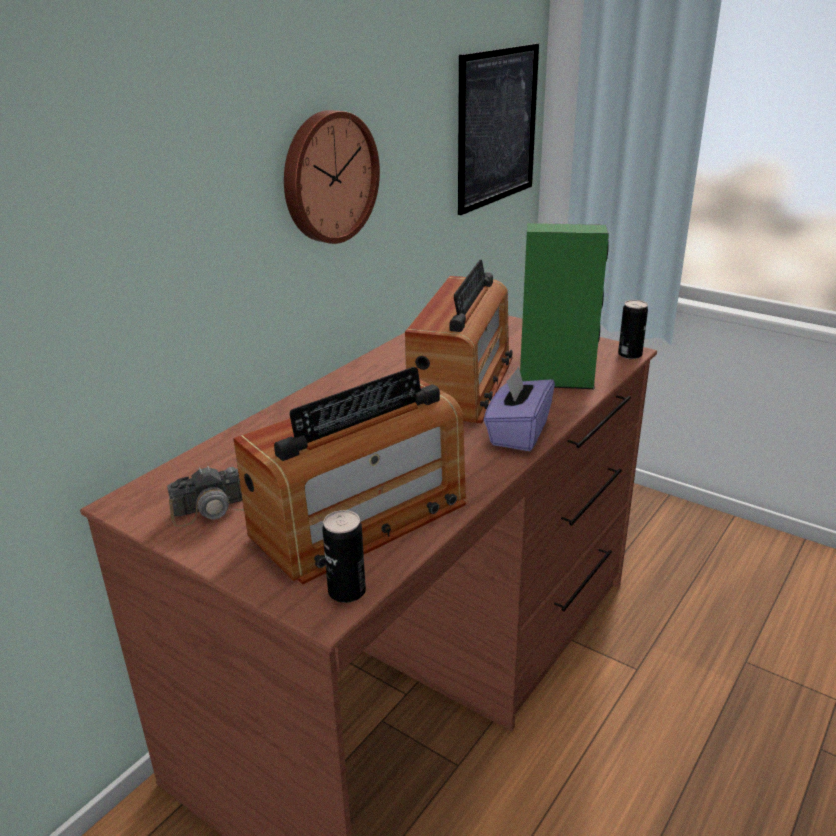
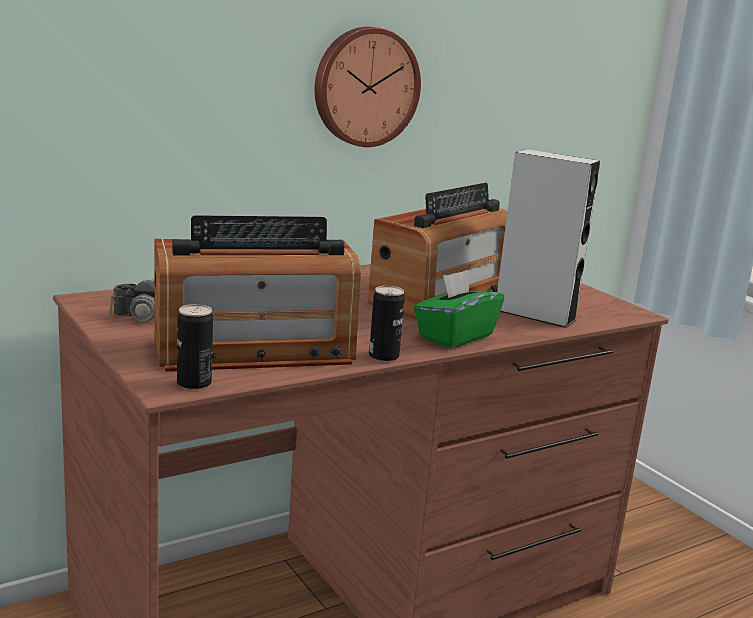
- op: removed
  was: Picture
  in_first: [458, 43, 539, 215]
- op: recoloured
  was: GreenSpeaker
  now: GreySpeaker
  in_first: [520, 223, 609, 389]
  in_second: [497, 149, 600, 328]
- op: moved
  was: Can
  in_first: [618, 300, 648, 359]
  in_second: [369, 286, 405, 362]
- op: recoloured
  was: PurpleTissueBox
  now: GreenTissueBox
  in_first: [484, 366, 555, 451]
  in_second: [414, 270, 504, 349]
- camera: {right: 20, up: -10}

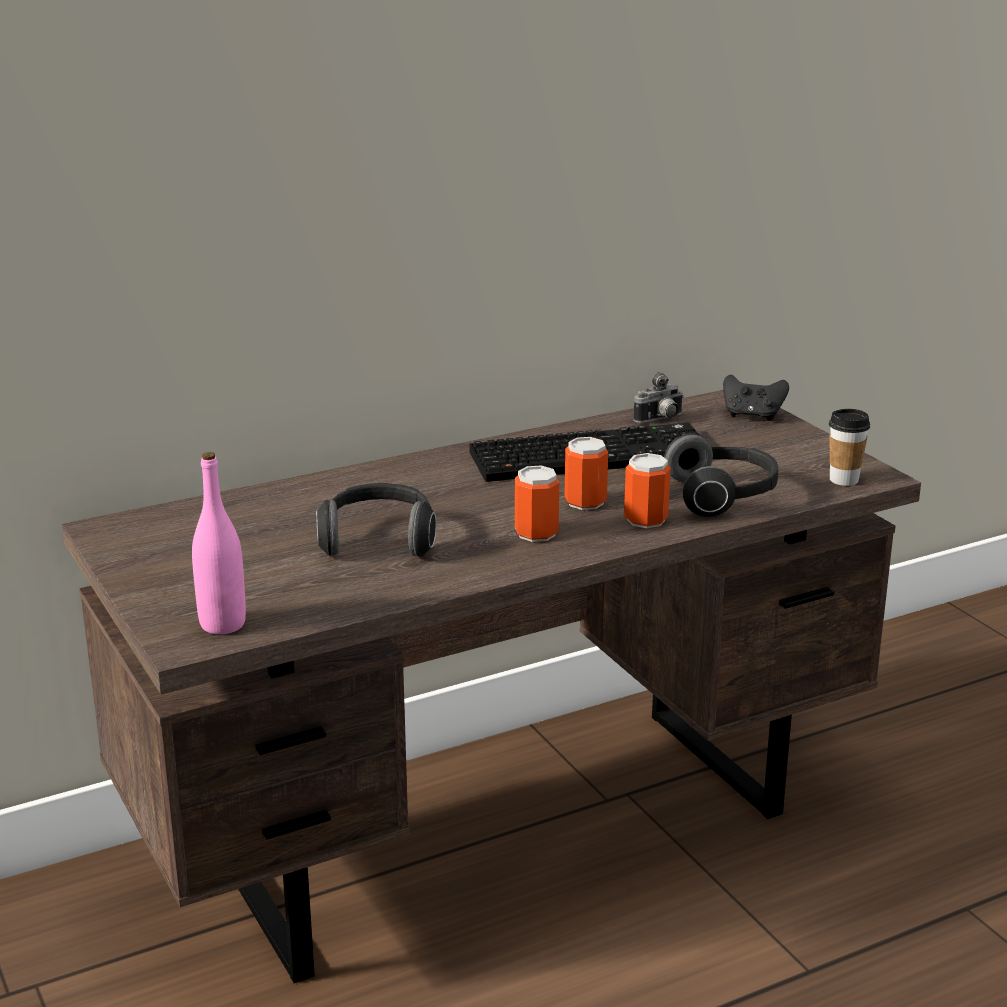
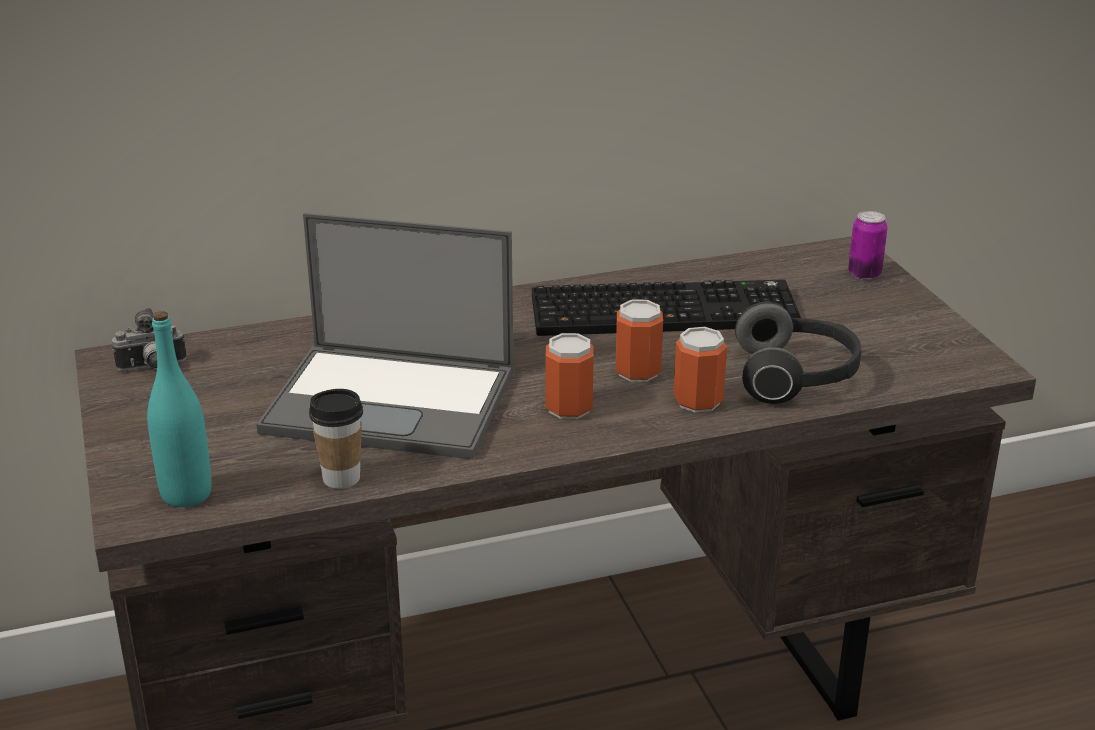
- op: moved
  was: PhotoCamera
  in_first: [633, 372, 684, 423]
  in_second: [112, 308, 187, 371]
- op: replaced
  was: BlackGameController
  now: Can
  in_first: [723, 374, 789, 421]
  in_second: [848, 211, 888, 280]
- op: moved
  was: Cup
  in_first: [829, 409, 870, 486]
  in_second: [309, 389, 363, 489]
- op: recoloured
  was: PinkBottle
  now: TurquoiseBottle
  in_first: [192, 452, 246, 634]
  in_second: [147, 311, 211, 507]
- op: replaced
  was: Headphones
  now: Laptop
  in_first: [316, 483, 437, 557]
  in_second: [256, 213, 514, 459]
- camera: {right: 10, up: 5}

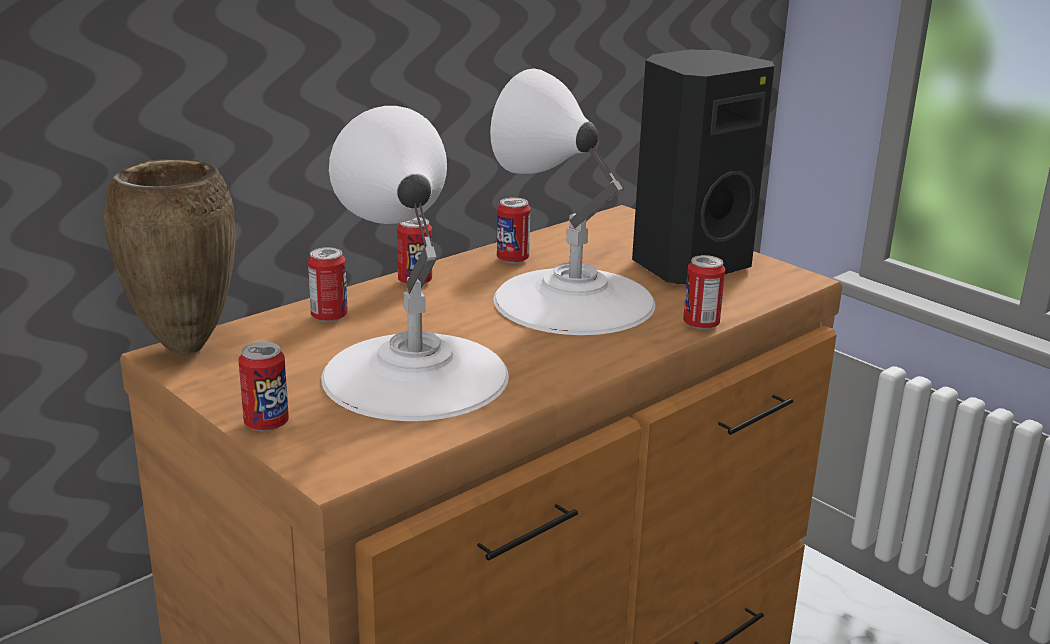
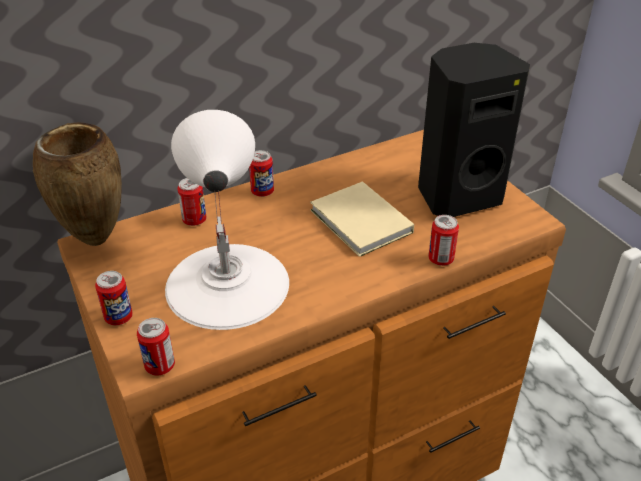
- op: replaced
  was: WhiteTableLamp
  now: BeigeBook
  in_first: [490, 69, 655, 335]
  in_second: [310, 182, 414, 257]
- op: moved
  was: Can
  in_first: [497, 197, 530, 264]
  in_second: [137, 318, 175, 376]
- camera: {right: 15, up: 15}

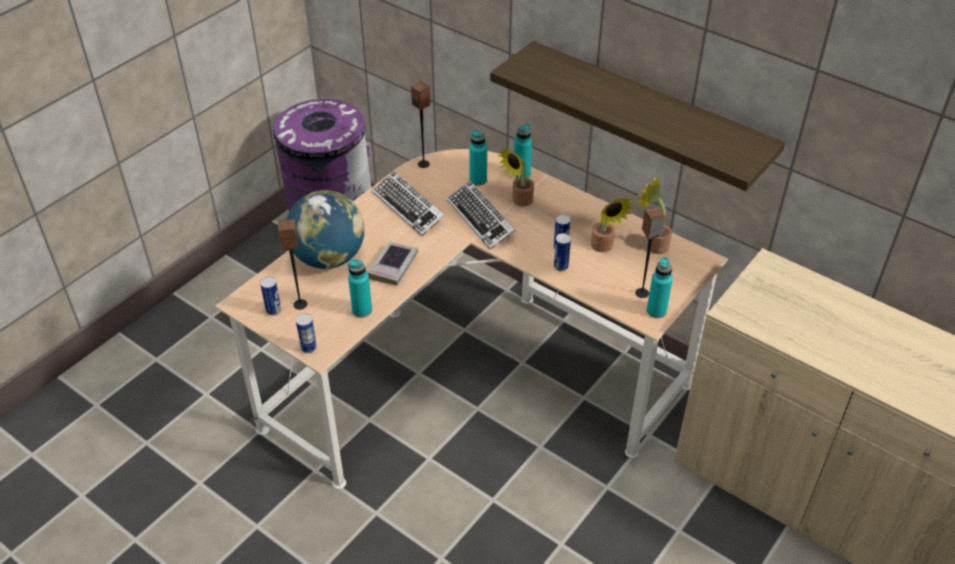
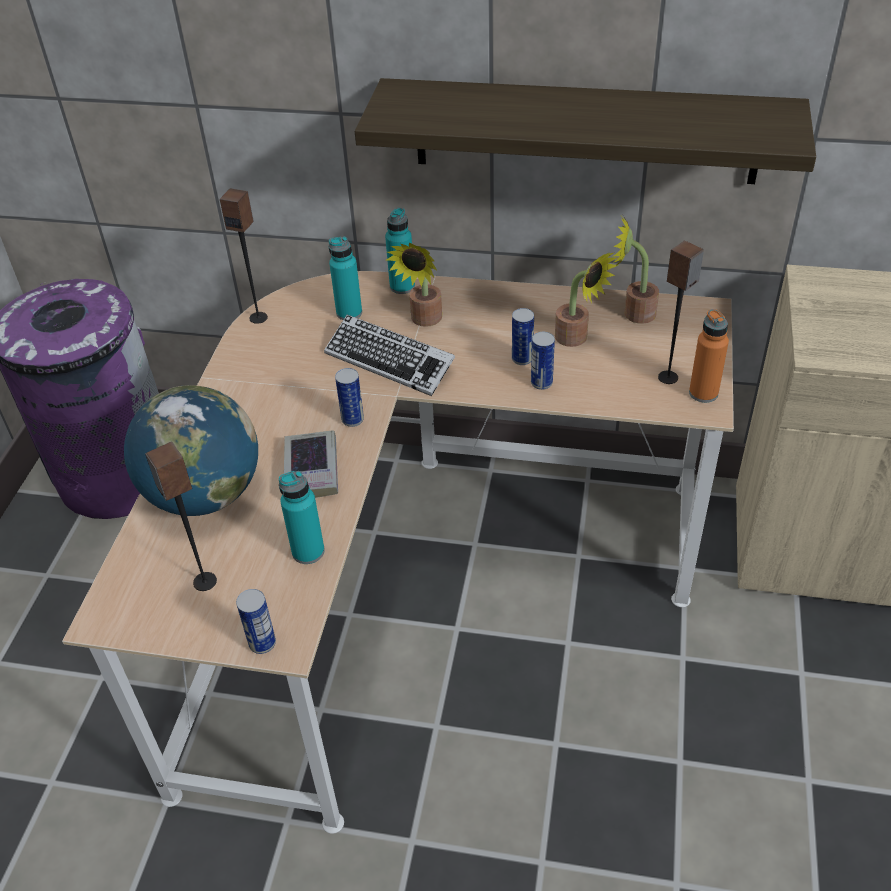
- op: removed
  was: Keyboard
  in_first: [372, 171, 445, 236]
- op: recoloured
  was: TurquoiseBottle
  now: OrangeBottle
  in_first: [647, 257, 673, 318]
  in_second: [689, 309, 729, 403]
- op: moved
  was: Can
  in_first: [260, 276, 281, 316]
  in_second: [335, 368, 364, 427]
- camera: {right: -25, up: 0}

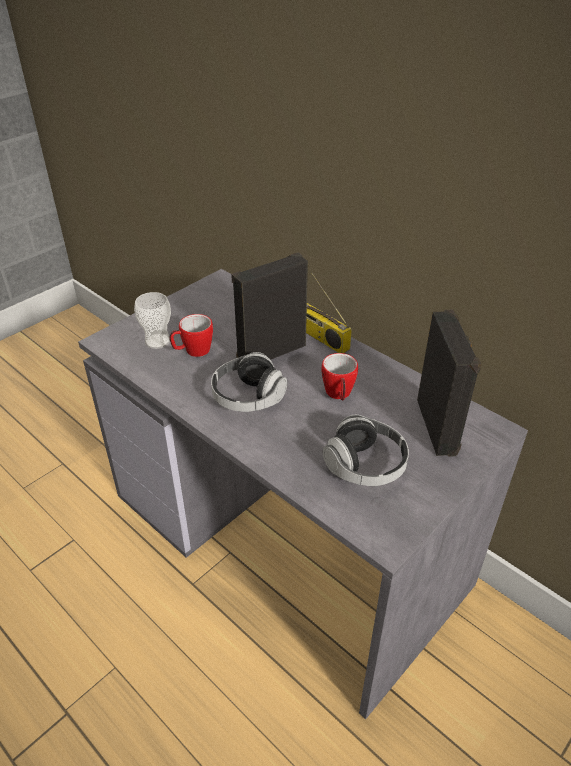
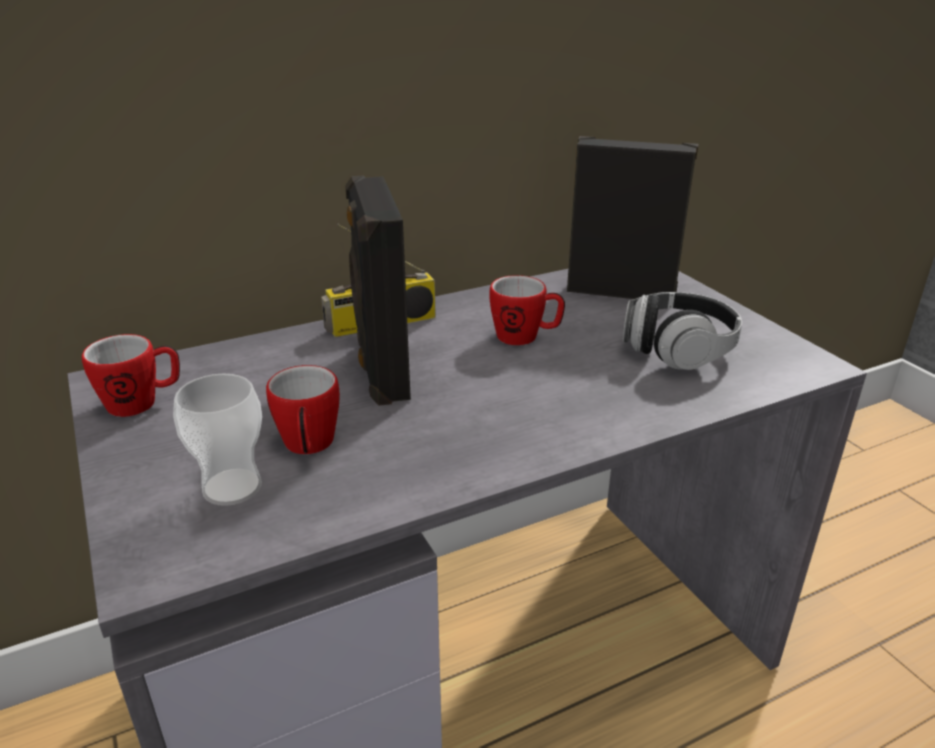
- op: removed
  was: Headphones
  in_first: [211, 352, 287, 412]
- op: added
  now: Mug
  in_second: [82, 334, 180, 417]
- camera: {right: -70, up: -10}

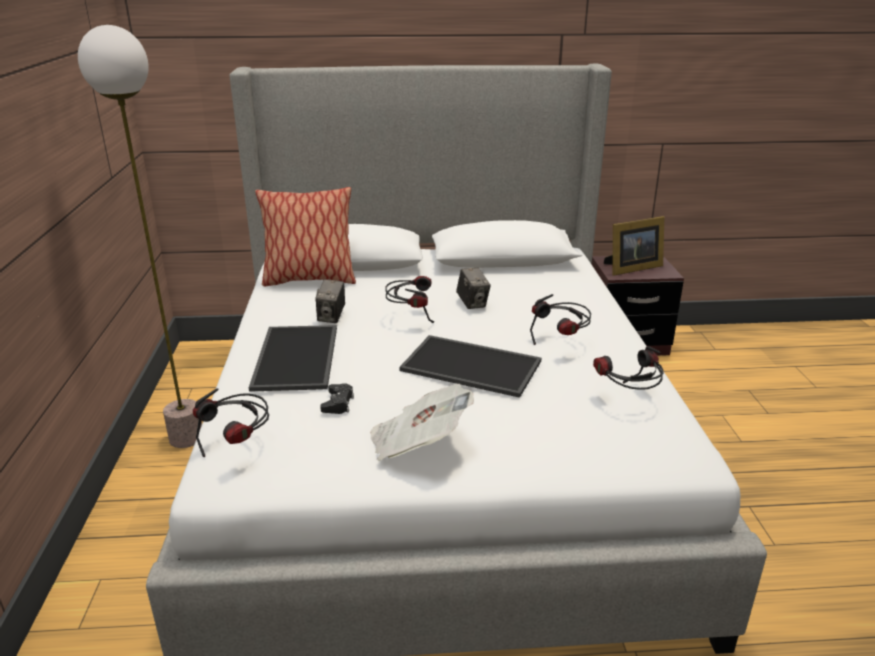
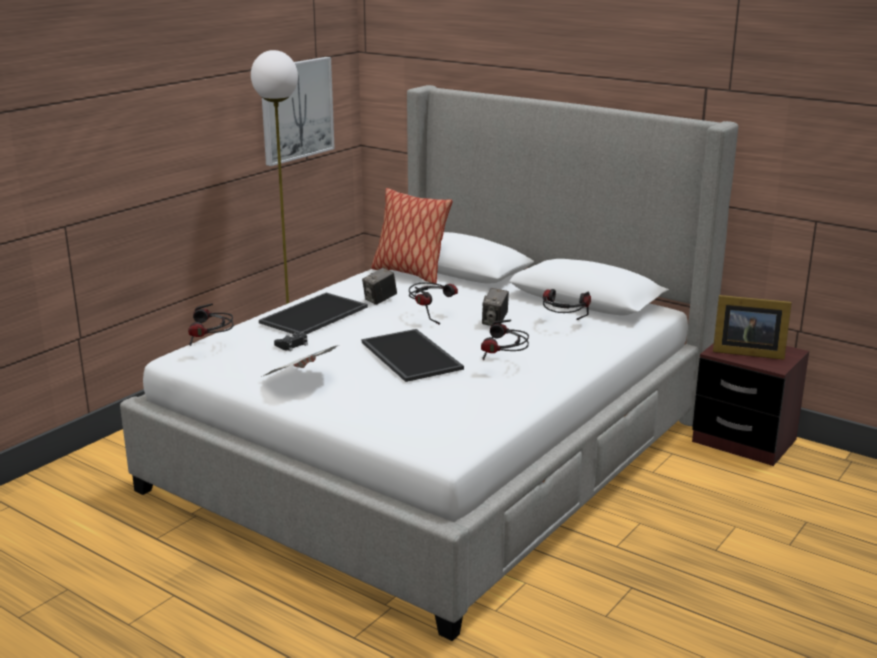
- op: moved
  was: Headphones
  in_first: [593, 346, 664, 390]
  in_second: [543, 289, 591, 320]
- op: added
  now: Picture
  in_second: [262, 57, 335, 166]
- camera: {right: 40, up: -5}

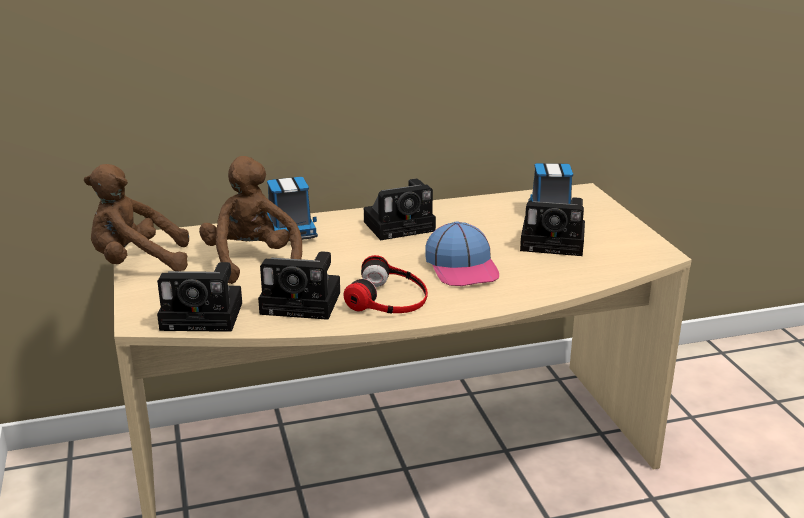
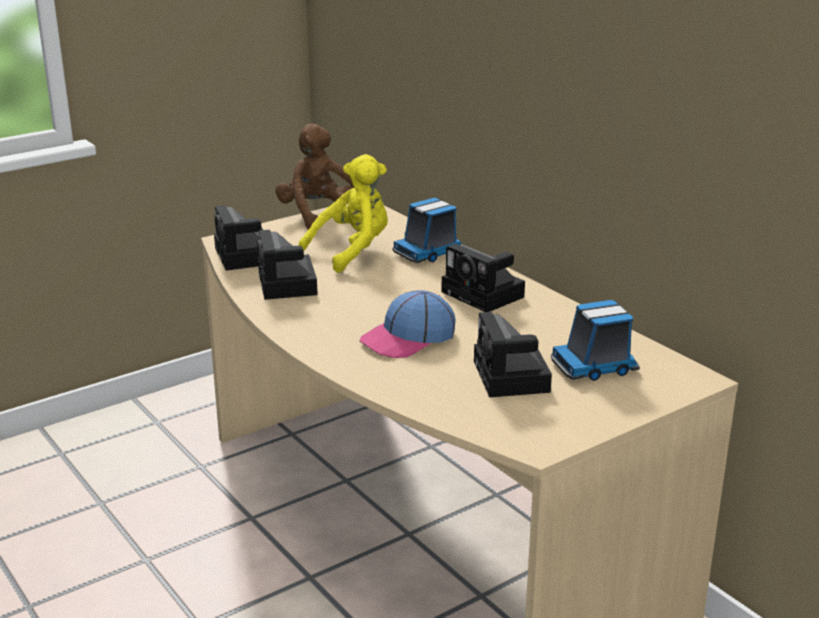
- op: recoloured
  was: BrownPlushToy
  now: YellowPlushToy
  in_first: [199, 156, 302, 284]
  in_second: [298, 154, 388, 273]
- op: removed
  was: Headphones
  in_first: [344, 255, 428, 314]
- camera: {right: 70, up: 0}

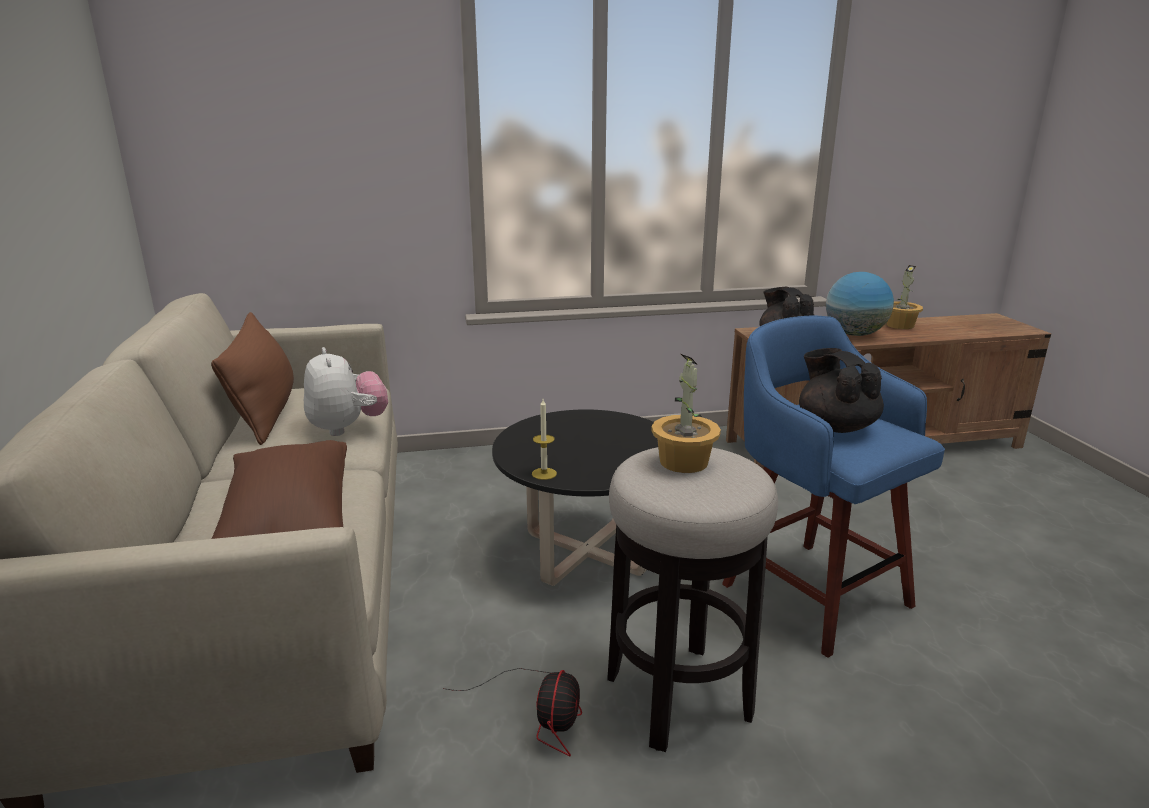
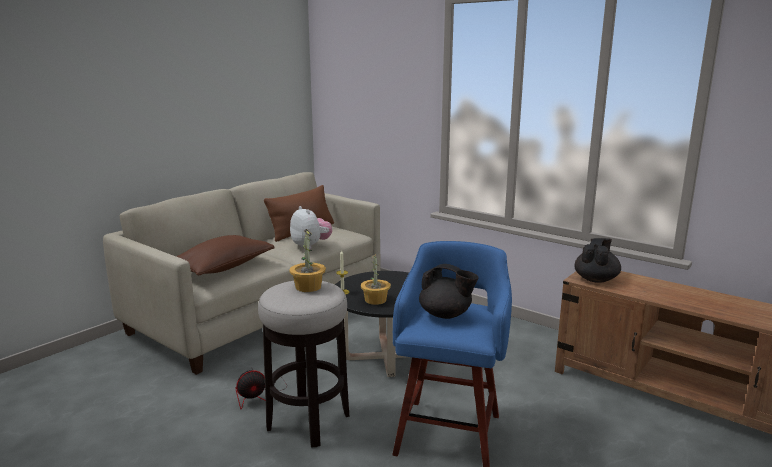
- op: moved
  was: PottedPlant
  in_first: [886, 265, 923, 329]
  in_second: [361, 253, 390, 305]
- op: removed
  was: Globe
  in_first: [826, 272, 894, 336]
- op: turned
  was: PlushToy
  in_first: [304, 347, 388, 436]
  in_second: [290, 206, 332, 249]
  clockwise: -60
- op: turned
  was: BlackTeapot
  in_first: [799, 348, 884, 433]
  in_second: [419, 264, 479, 319]
  clockwise: 90
- camera: {right: 50, up: -5}

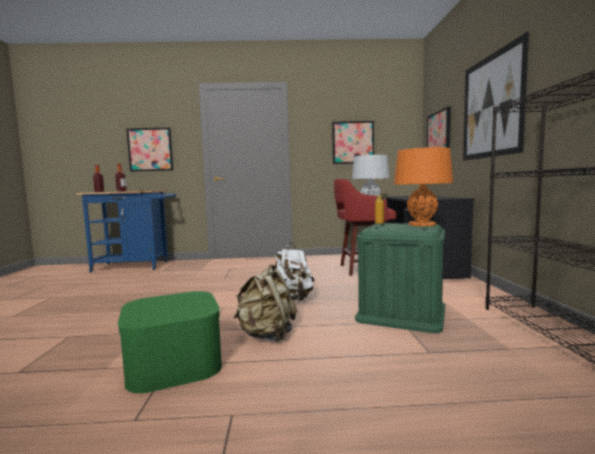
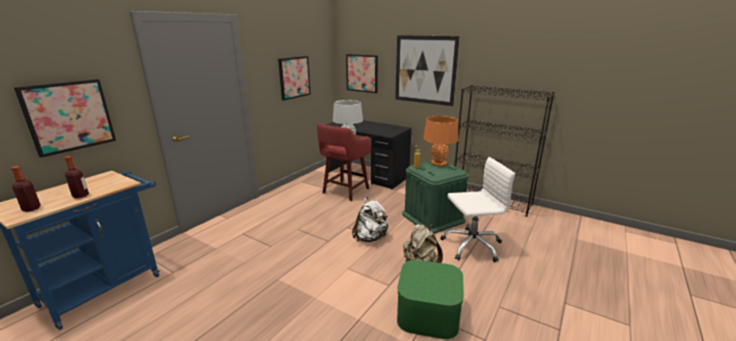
- op: added
  now: WhiteOfficeChair
  in_second: [440, 157, 515, 262]
- camera: {right: -55, up: 15}

